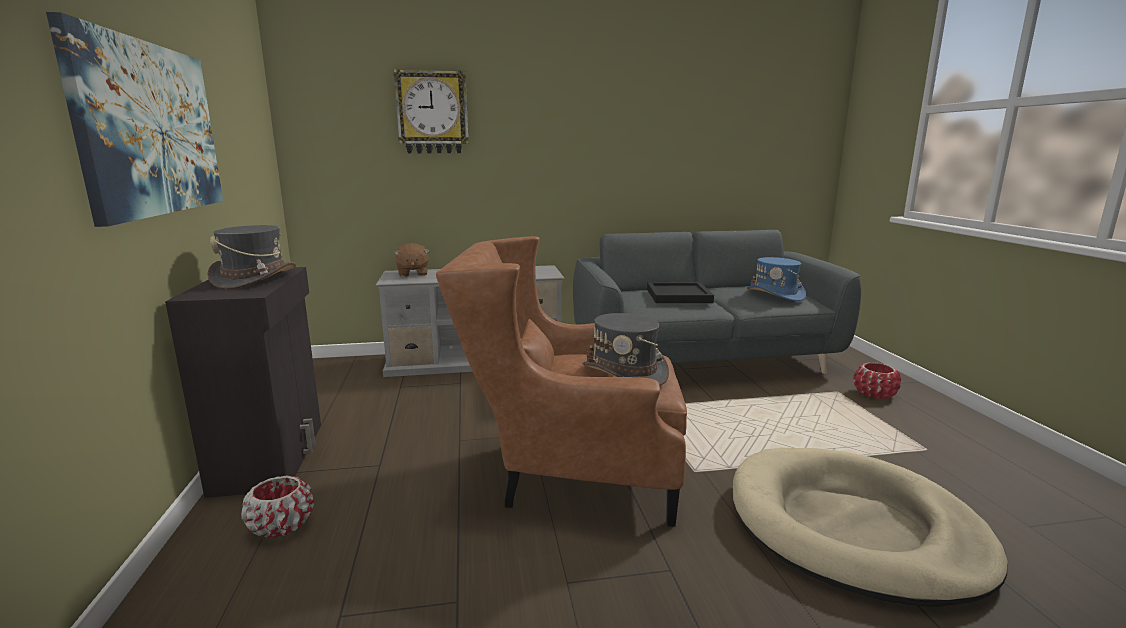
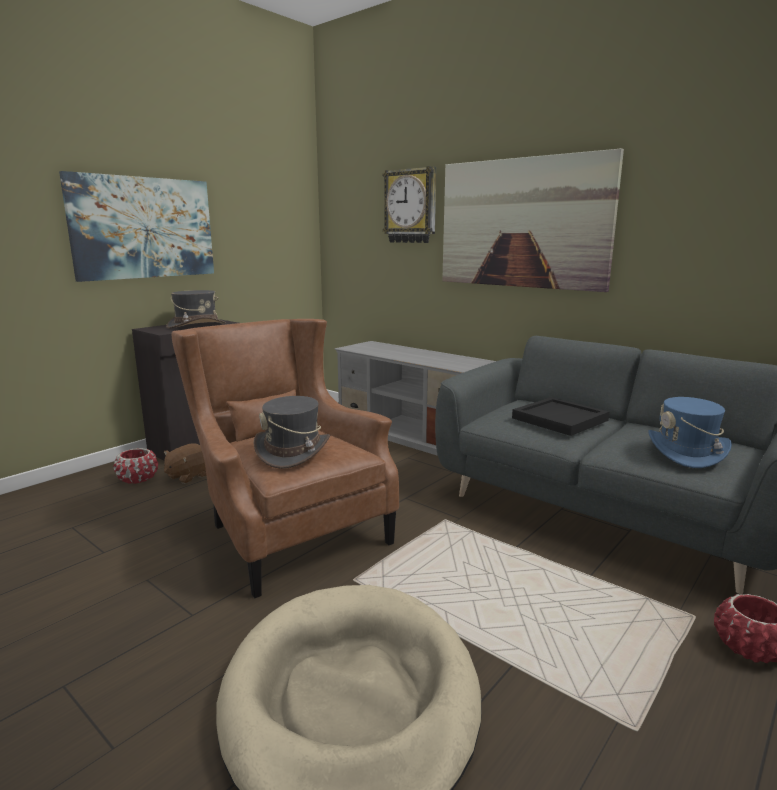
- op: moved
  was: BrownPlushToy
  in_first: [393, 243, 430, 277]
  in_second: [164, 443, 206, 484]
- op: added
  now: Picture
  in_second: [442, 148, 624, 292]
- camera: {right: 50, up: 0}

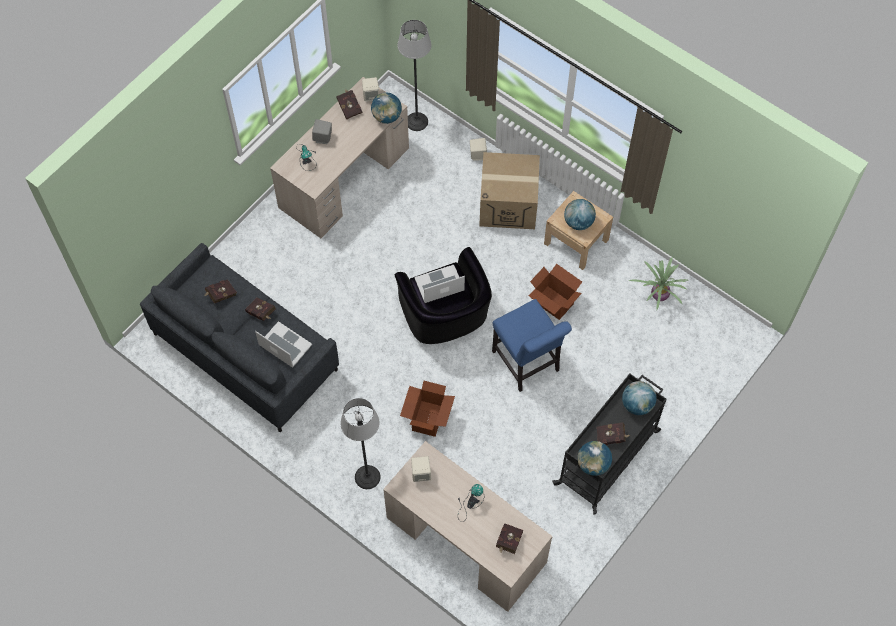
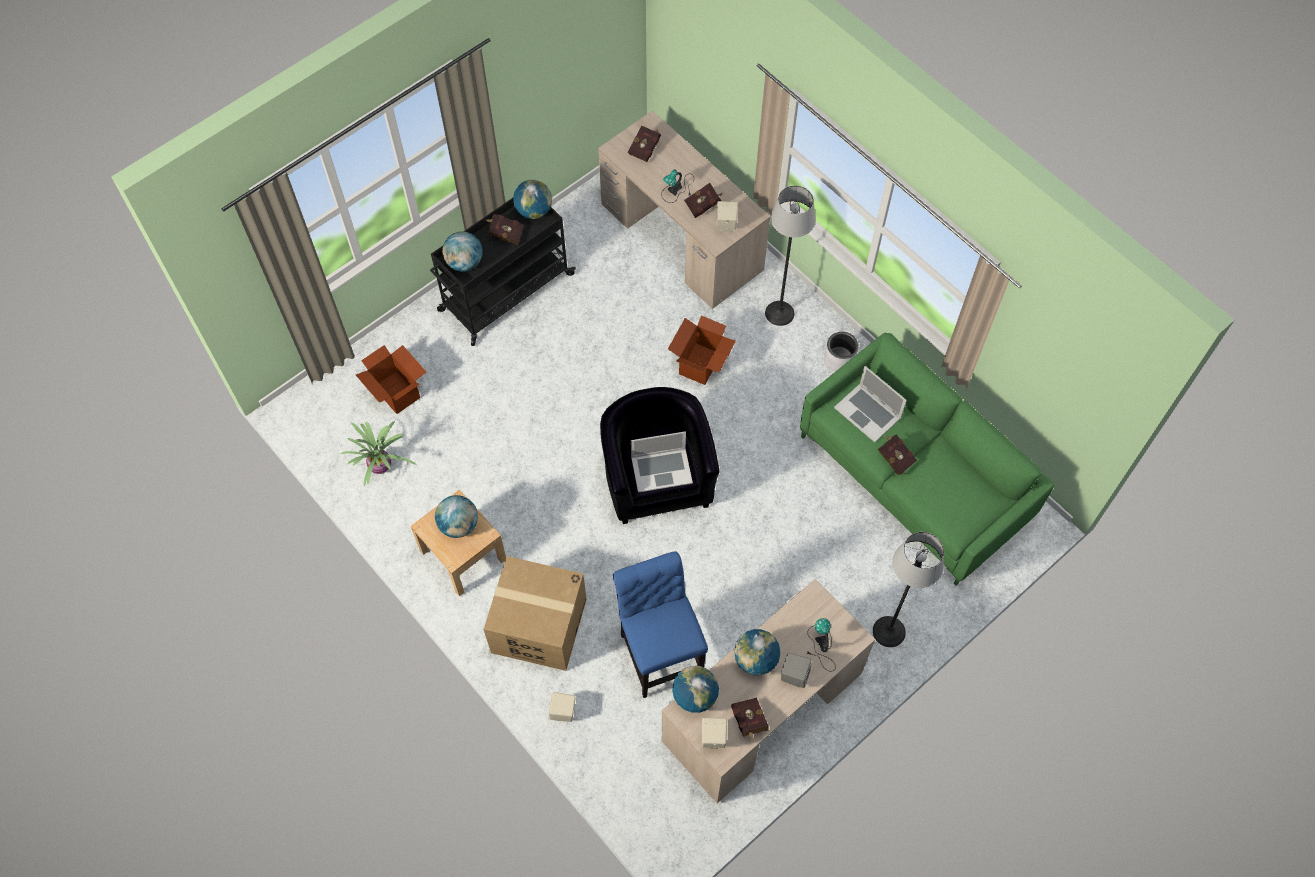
- op: moved
  was: FloorLamp
  in_first: [397, 20, 431, 131]
  in_second: [873, 532, 944, 647]
- op: recoloured
  was: GreySofa
  now: GreenSofa
  in_first: [140, 243, 339, 432]
  in_second: [800, 333, 1055, 586]
- op: moved
  was: CardboardBox
  in_first: [529, 264, 582, 320]
  in_second: [356, 345, 426, 414]
- op: moved
  was: RedBook
  in_first: [204, 279, 237, 304]
  in_second: [684, 183, 723, 218]
- op: moved
  was: BlueChair
  in_first: [492, 299, 572, 392]
  in_second: [613, 551, 708, 698]
- op: added
  now: WhitePlanter
  in_second: [824, 332, 859, 371]
- op: added
  now: Globe
  in_second: [734, 629, 780, 675]
- camera: {right: -170, up: 0}

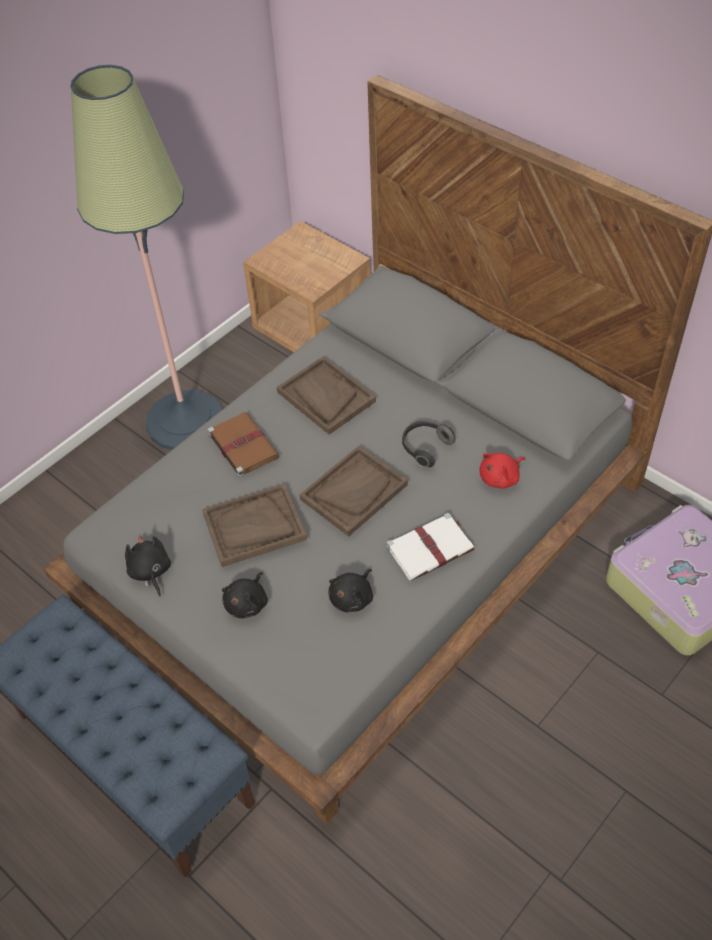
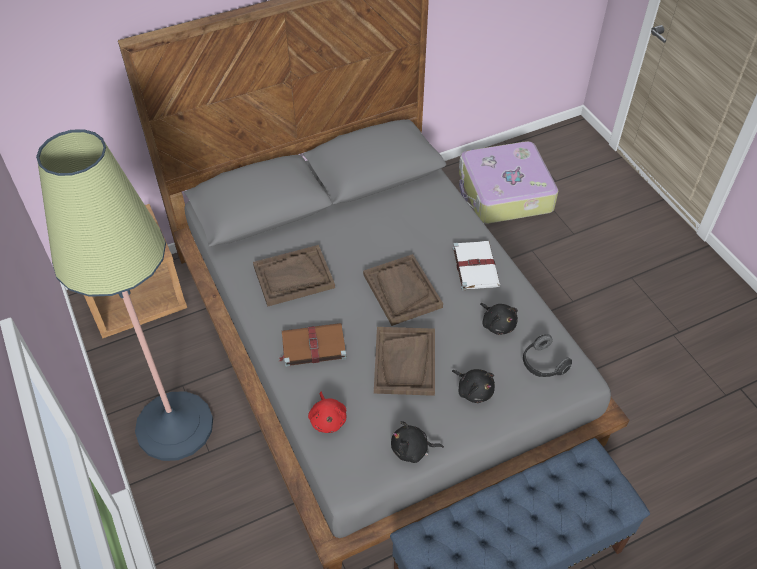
- op: moved
  was: Headphones
  in_first: [402, 421, 456, 467]
  in_second: [523, 334, 572, 377]
- op: moved
  was: RedPlushToy
  in_first: [479, 453, 525, 489]
  in_second: [308, 392, 346, 433]
- camera: {right: -70, up: 0}

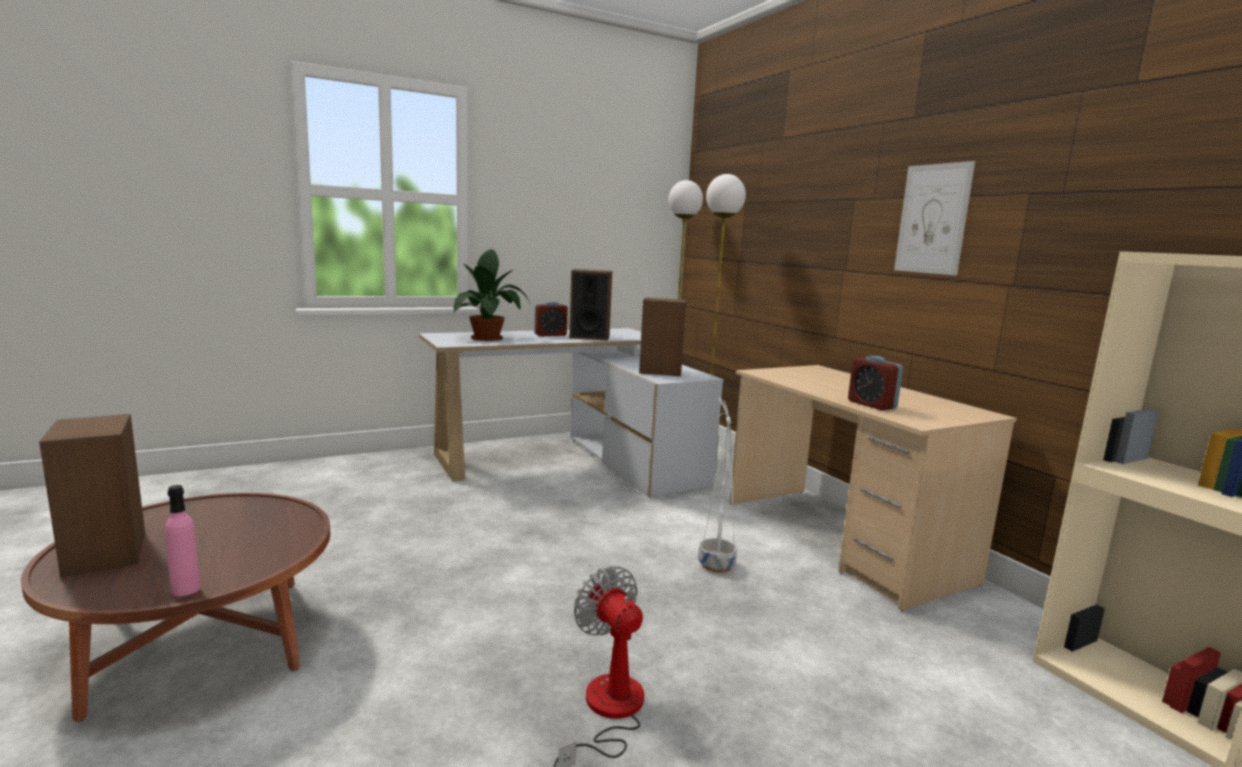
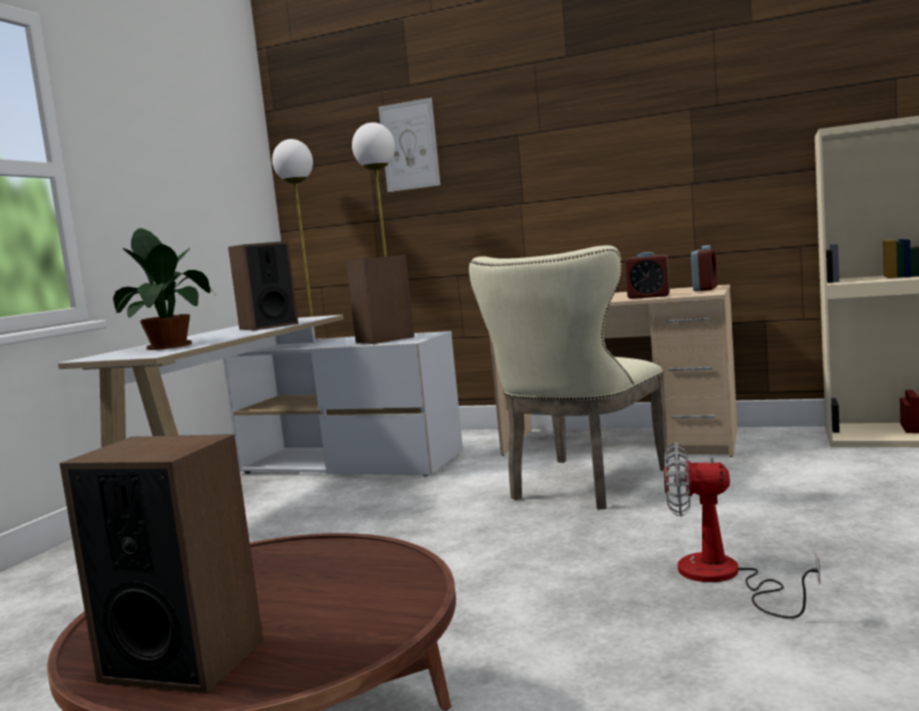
- op: moved
  was: Picture
  in_first: [894, 161, 975, 275]
  in_second: [378, 98, 440, 192]
- op: moved
  was: AlarmClock
  in_first: [534, 301, 568, 336]
  in_second: [691, 245, 717, 291]
- op: replaced
  was: WhitePlanter
  now: BeigeChair
  in_first: [698, 394, 738, 573]
  in_second: [469, 245, 670, 510]
- op: removed
  was: PinkBottle
  in_first: [165, 485, 201, 596]
- camera: {right: -40, up: -5}

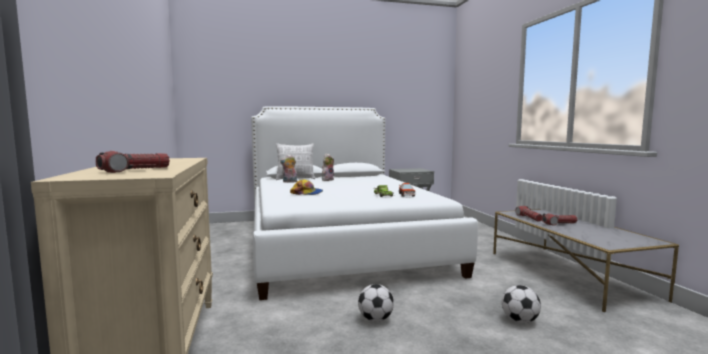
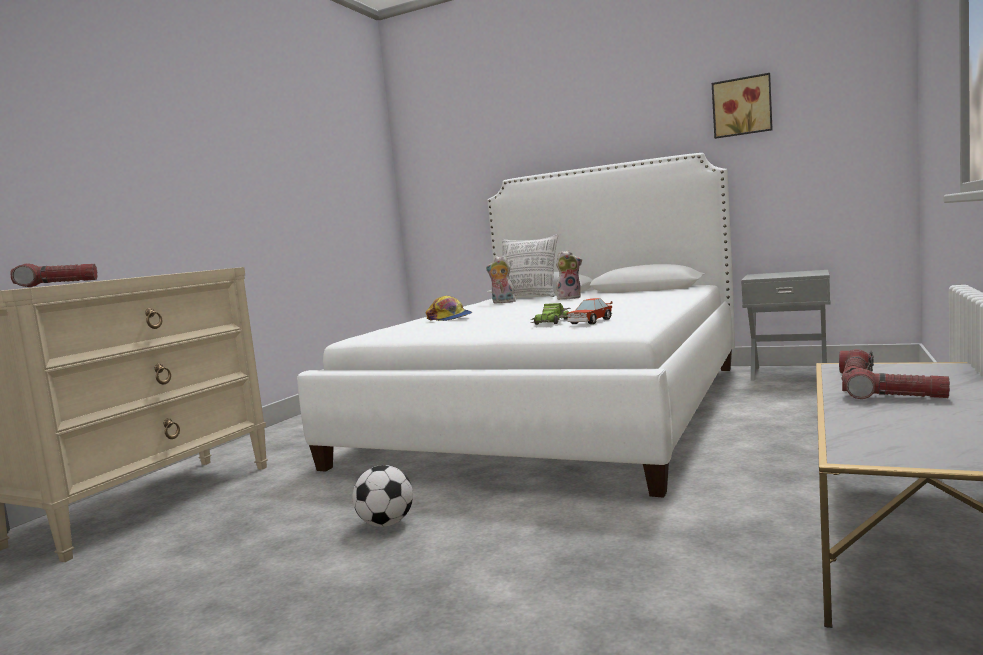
- op: removed
  was: Football
  in_first: [502, 285, 541, 323]
- op: added
  now: Picture
  in_second: [712, 73, 773, 139]
- camera: {right: 40, up: 0}

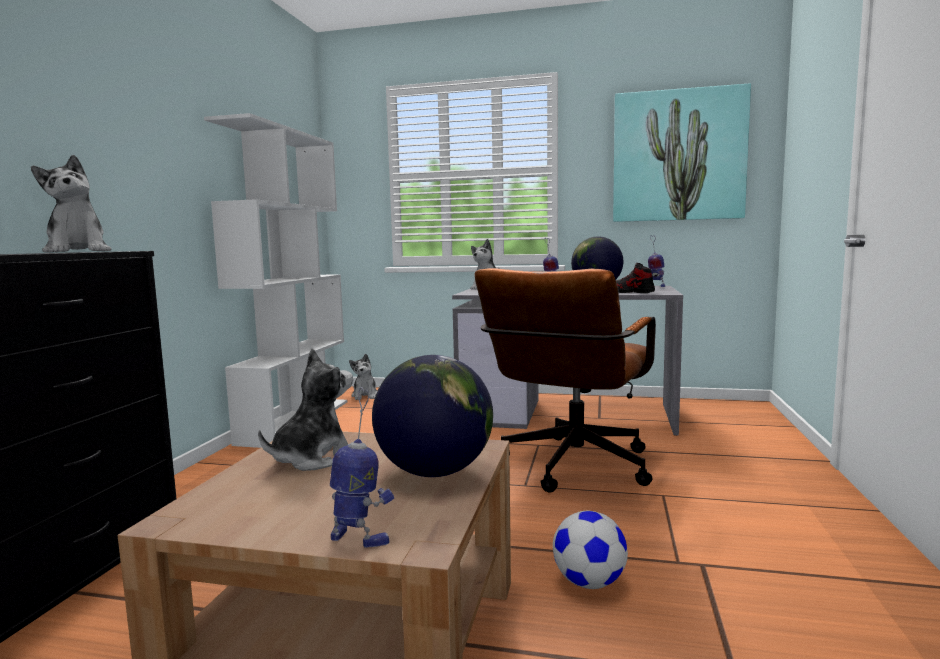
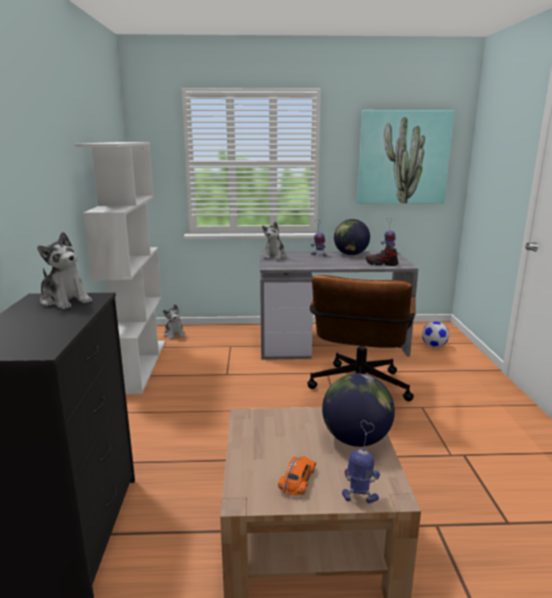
- op: removed
  was: PlushToy
  in_first: [258, 349, 353, 471]
- op: moved
  was: Football
  in_first: [553, 511, 628, 589]
  in_second: [422, 321, 449, 348]
- op: added
  now: OrangeToyCar
  in_second: [278, 457, 316, 496]
- camera: {right: -15, up: 10}

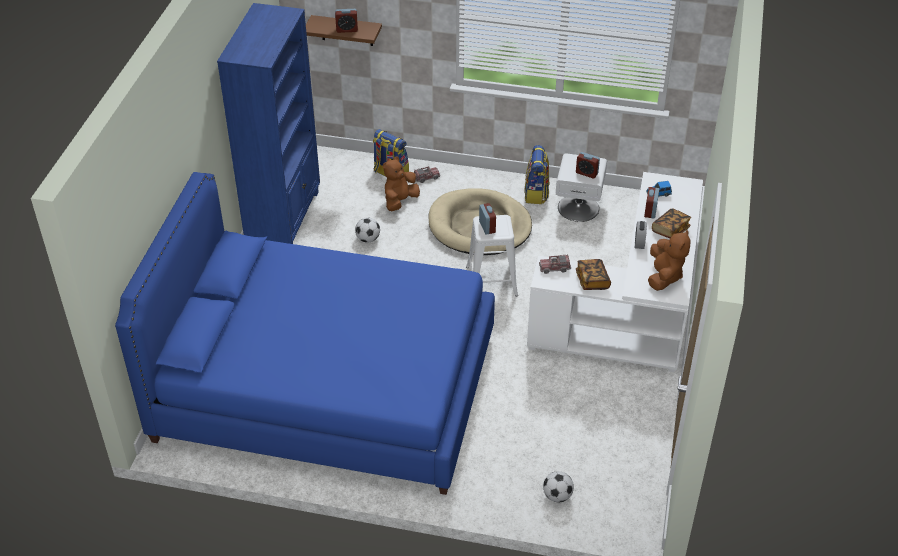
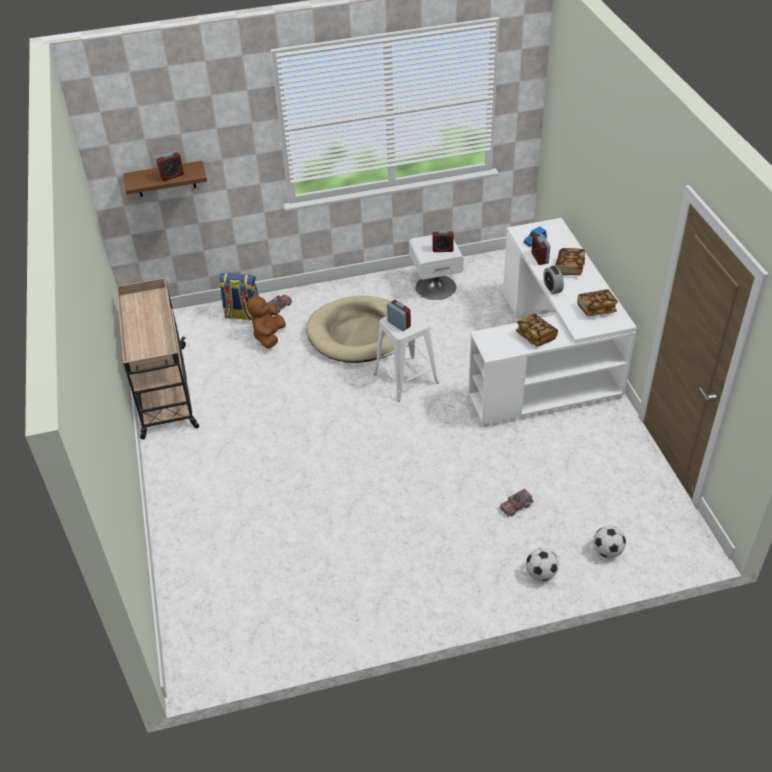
- op: replaced
  was: BlueBookcase
  now: BeigeCart
  in_first: [217, 3, 320, 244]
  in_second: [116, 278, 199, 440]
- op: removed
  was: Backpack
  in_first: [524, 145, 549, 204]
- op: removed
  was: BlueBed
  in_first: [115, 172, 495, 495]
- op: moved
  was: Football
  in_first: [355, 217, 380, 243]
  in_second: [526, 548, 559, 581]
- op: replaced
  was: BrownPlushToy
  now: Book
  in_first: [648, 230, 690, 291]
  in_second: [578, 289, 618, 316]
- op: moved
  was: ToyTruck
  in_first: [539, 255, 571, 274]
  in_second: [500, 489, 534, 517]
- camera: {right: -25, up: 0}

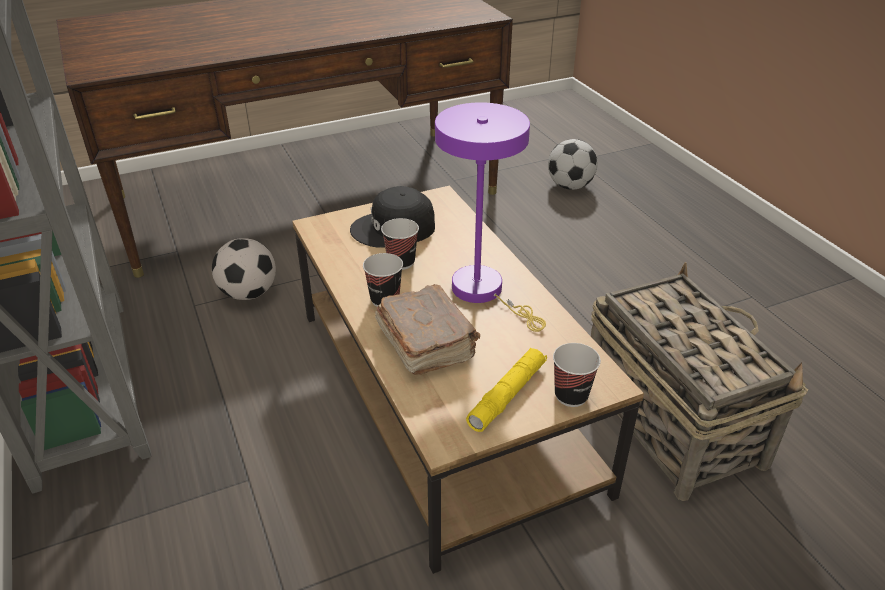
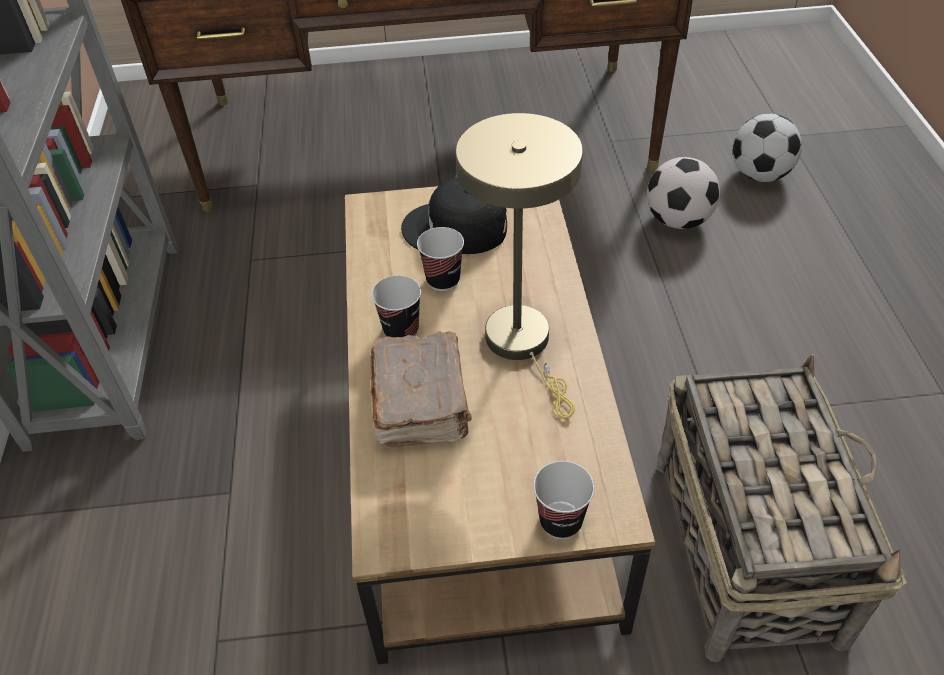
- op: recoloured
  was: PurpleTableLamp
  now: BeigeTableLamp
  in_first: [435, 102, 546, 332]
  in_second: [456, 113, 583, 419]
- op: moved
  was: Football
  in_first: [212, 238, 276, 300]
  in_second: [647, 157, 720, 229]
- op: removed
  was: YellowFlashlight
  in_first: [466, 348, 547, 432]
- camera: {right: 20, up: 10}

